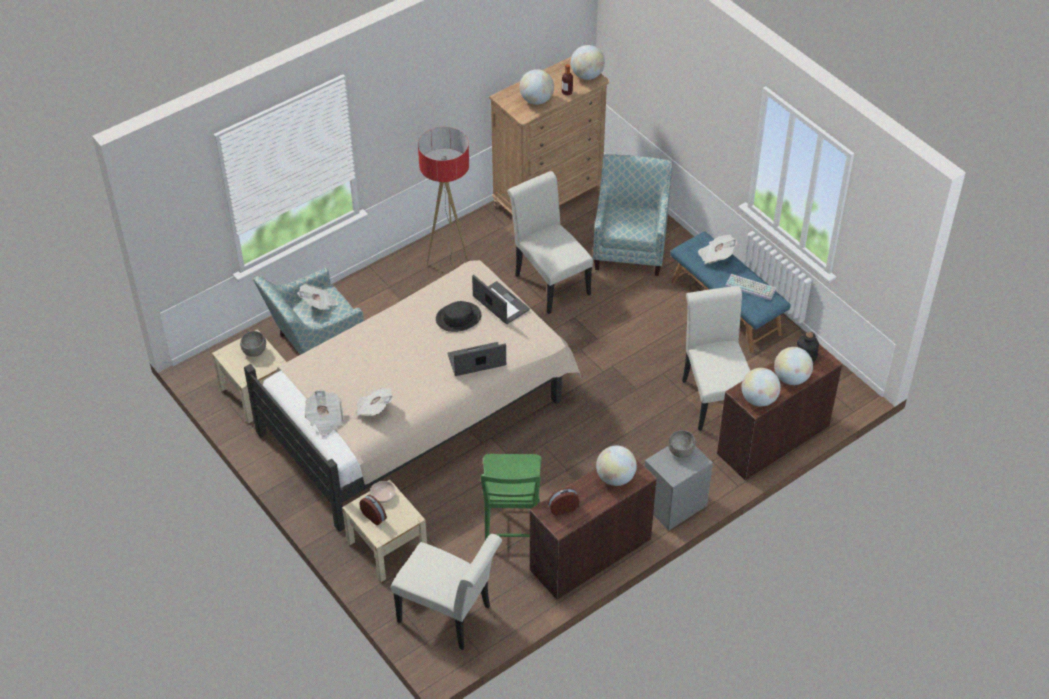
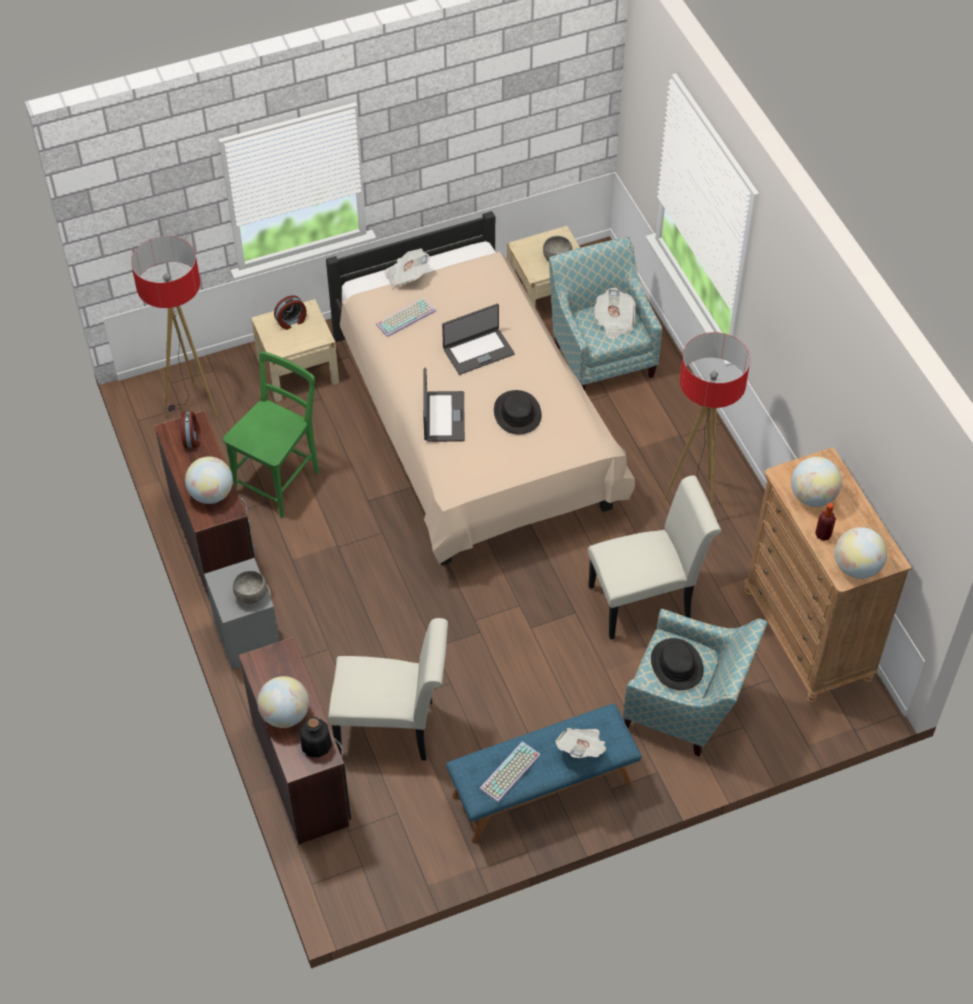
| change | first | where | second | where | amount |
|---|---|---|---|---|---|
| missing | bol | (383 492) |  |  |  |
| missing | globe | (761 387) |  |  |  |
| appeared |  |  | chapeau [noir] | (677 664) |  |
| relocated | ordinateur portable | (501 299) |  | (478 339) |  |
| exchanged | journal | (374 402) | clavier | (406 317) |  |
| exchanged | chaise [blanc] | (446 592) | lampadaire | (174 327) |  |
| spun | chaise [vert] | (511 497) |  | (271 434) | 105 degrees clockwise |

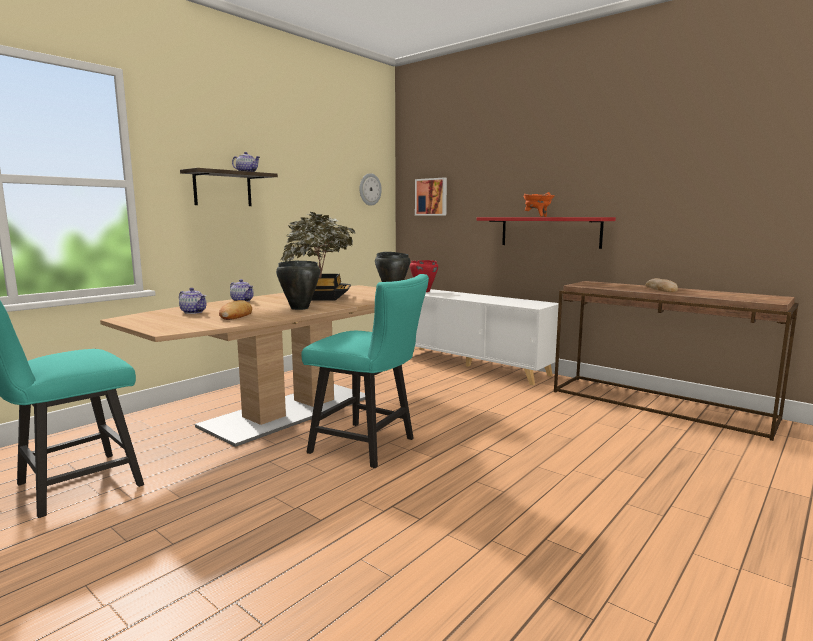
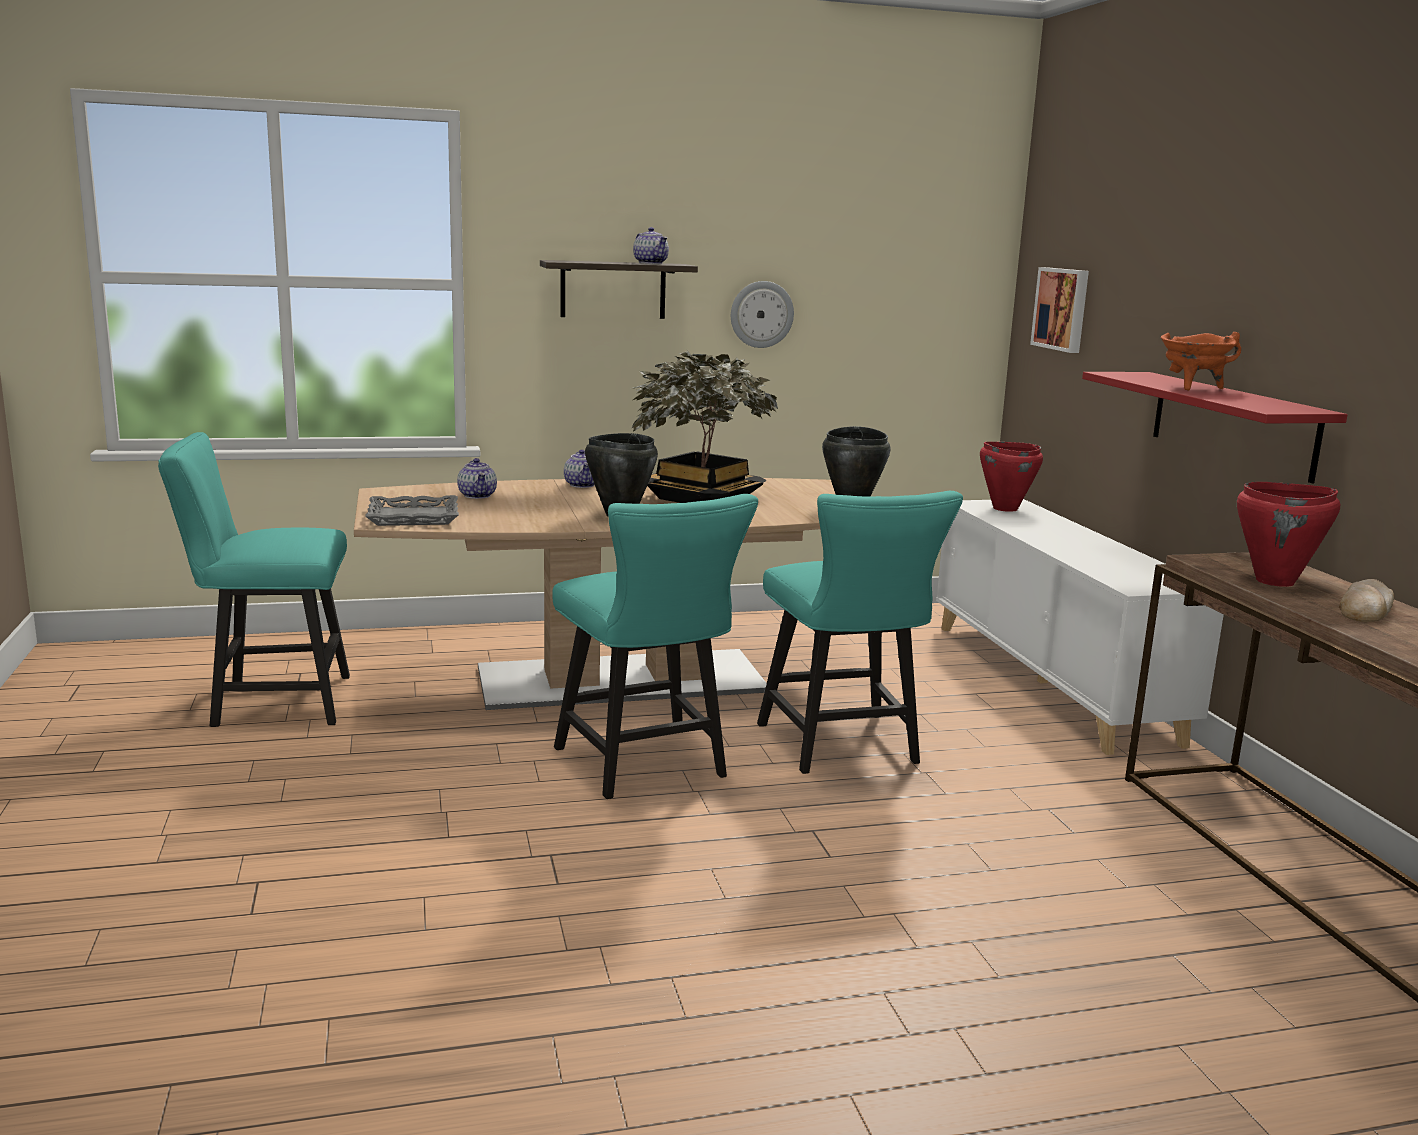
| change | first | where | second | where | amount |
|---|---|---|---|---|---|
| missing | pain | (235 310) |  |  |  |
| appeared |  |  | plateau [gris] | (412 510) |  |
| appeared |  |  | chaise [turquoise] | (860 632) |  |
| appeared |  |  | marmite [rouge] | (1288 534) |  |
| relocated | horloge murale | (371 189) |  | (762 314) |  |

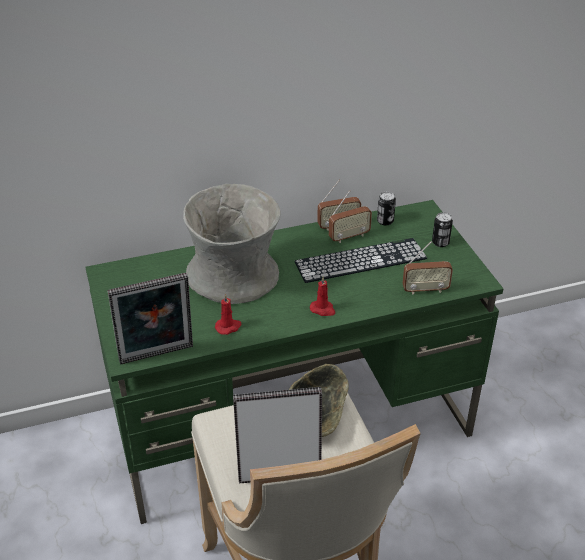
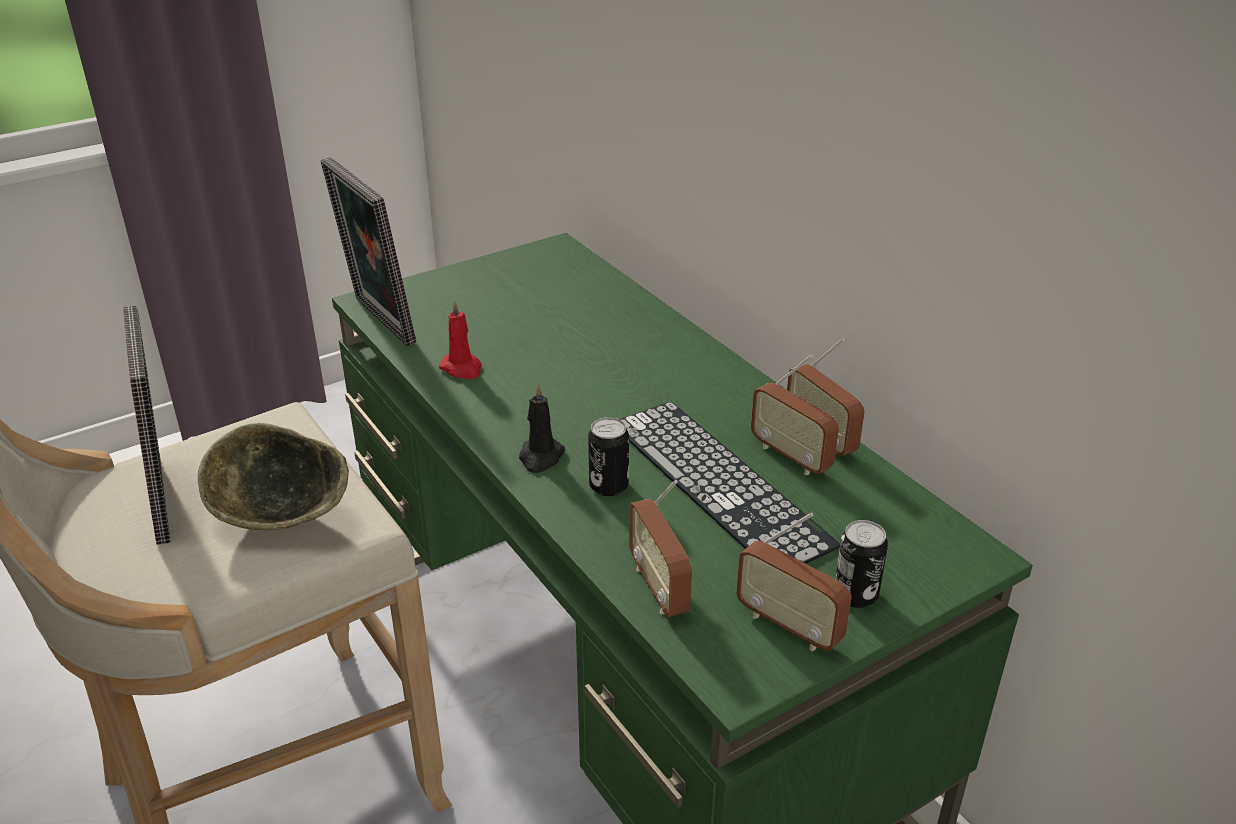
| change | first | where | second | where | amount |
|---|---|---|---|---|---|
| missing | vase [gris] | (231 244) |  |  |  |
| appeared |  |  | radio | (793 581) |  |
| relocated | boîte métallique | (386 209) |  | (608 456) |  |
| colour | bougie [rouge] | (323 296) | bougie [noir] | (542 428) |  |

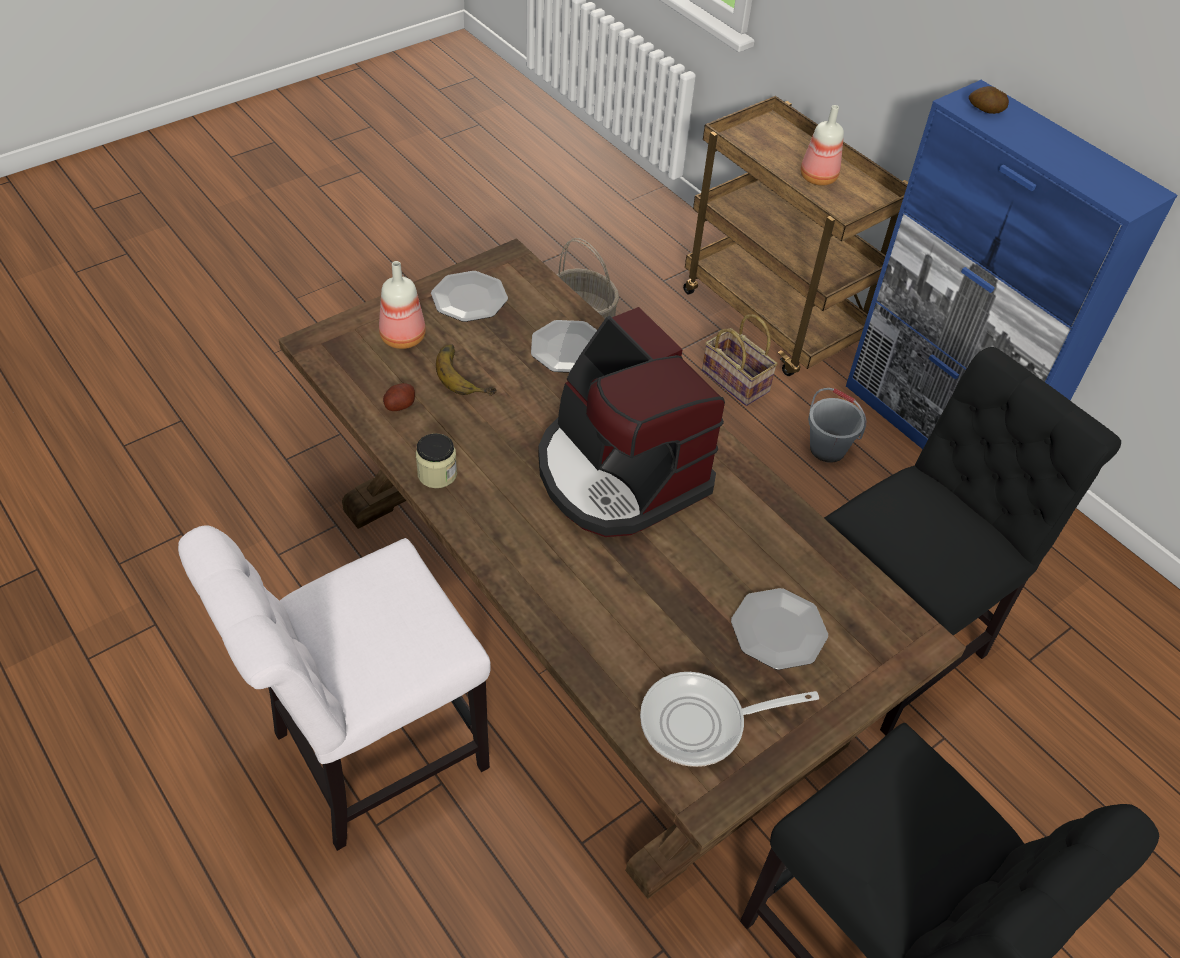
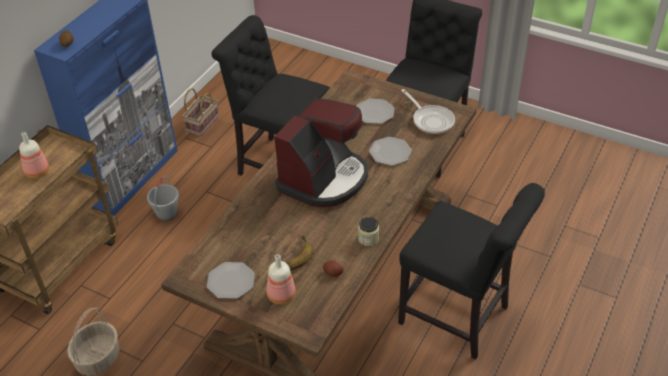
| change | first | where | second | where | amount |
|---|---|---|---|---|---|
| relocated | assiette | (564 346) |  | (390 151) |  |
| relocated | panier | (740 360) |  | (200 112) |  |
| colour | chaise [blanc] | (334 688) | chaise [noir] | (471 271) |  |

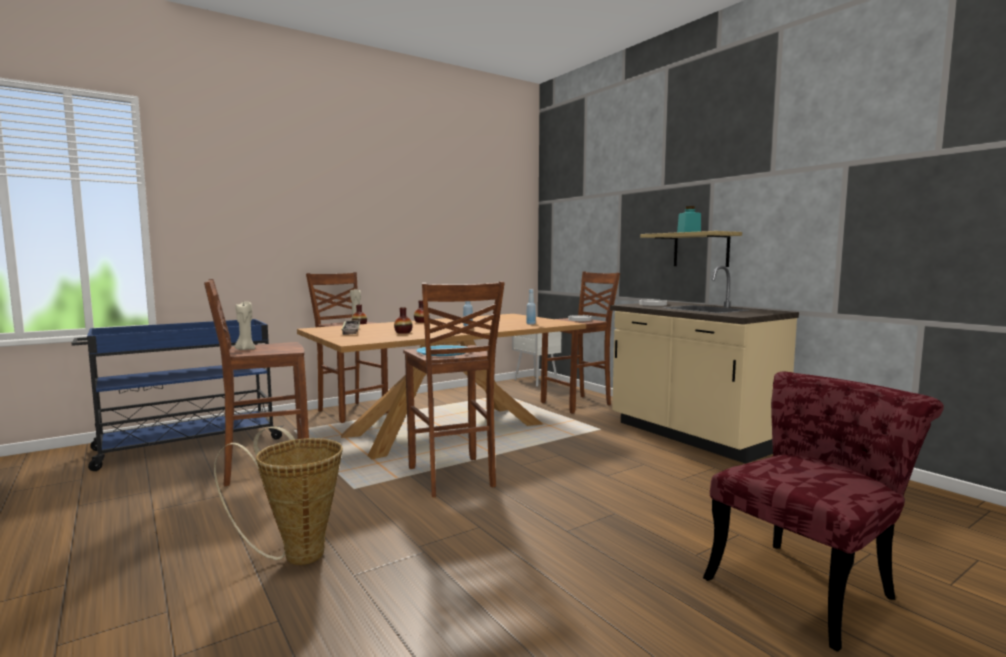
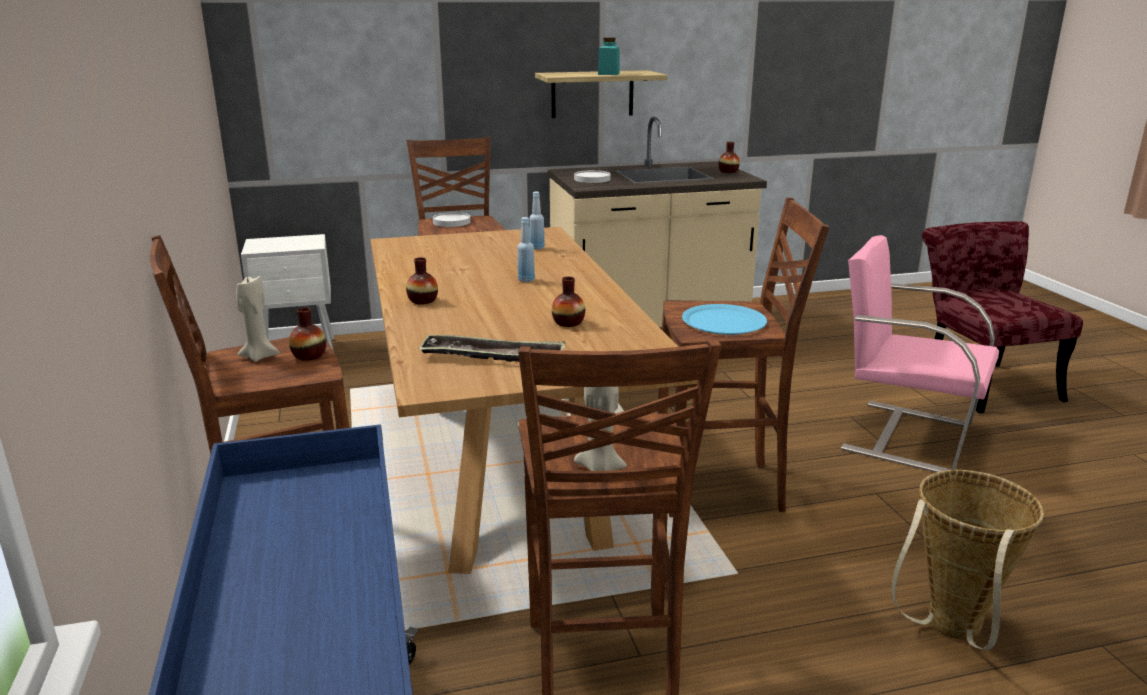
| change | first | where | second | where | amount |
|---|---|---|---|---|---|
| appeared |  |  | vase | (729 157) |  |
| appeared |  |  | chaise [rose] | (920 354) |  |

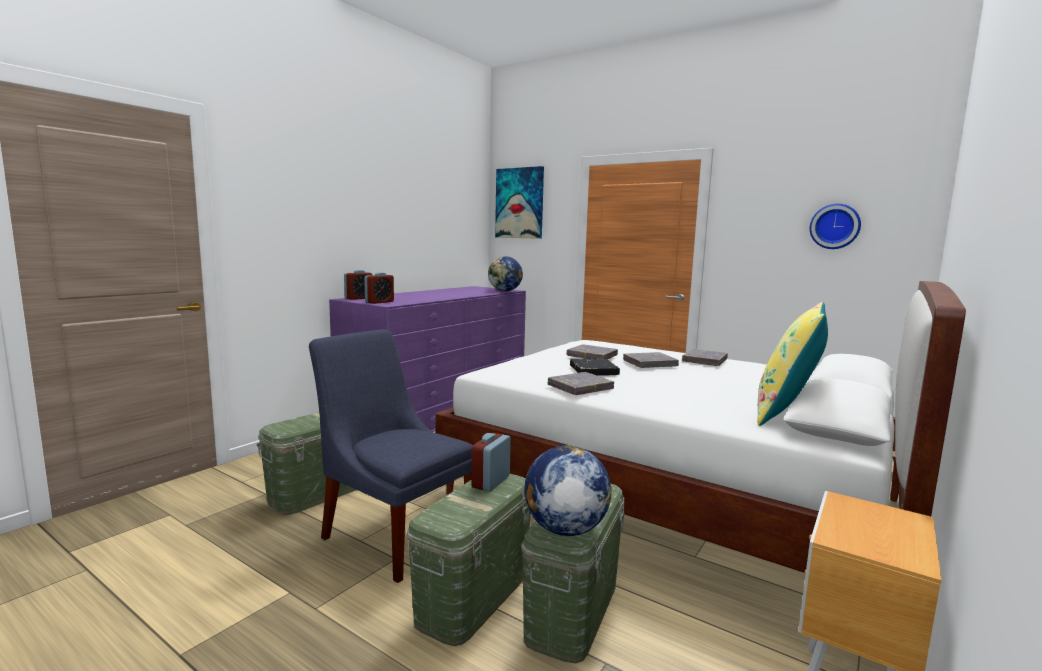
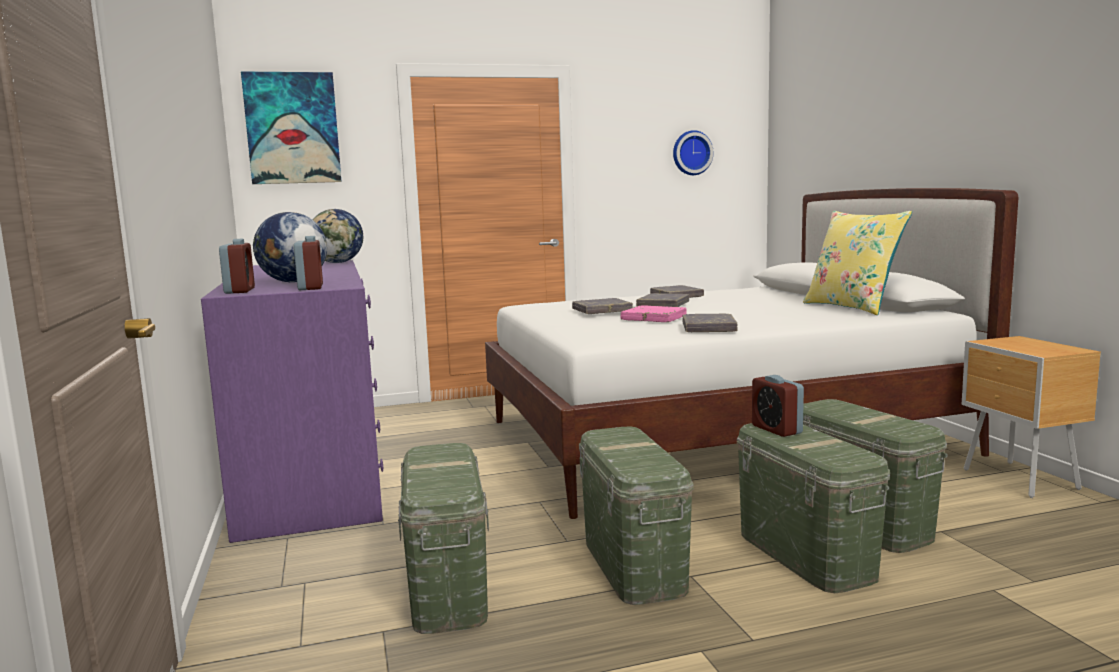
| change | first | where | second | where | amount |
|---|---|---|---|---|---|
| relocated | globe | (568 491) |  | (290 247) |  |
| exchanged | chaise [bleu] | (391 456) | boîte de rangement [vert] | (636 515) |  |
| colour | livre [noir] | (595 366) | livre [rose] | (654 313) |  |

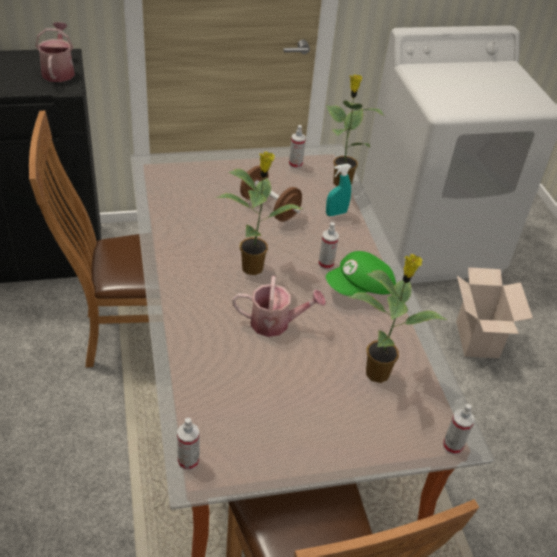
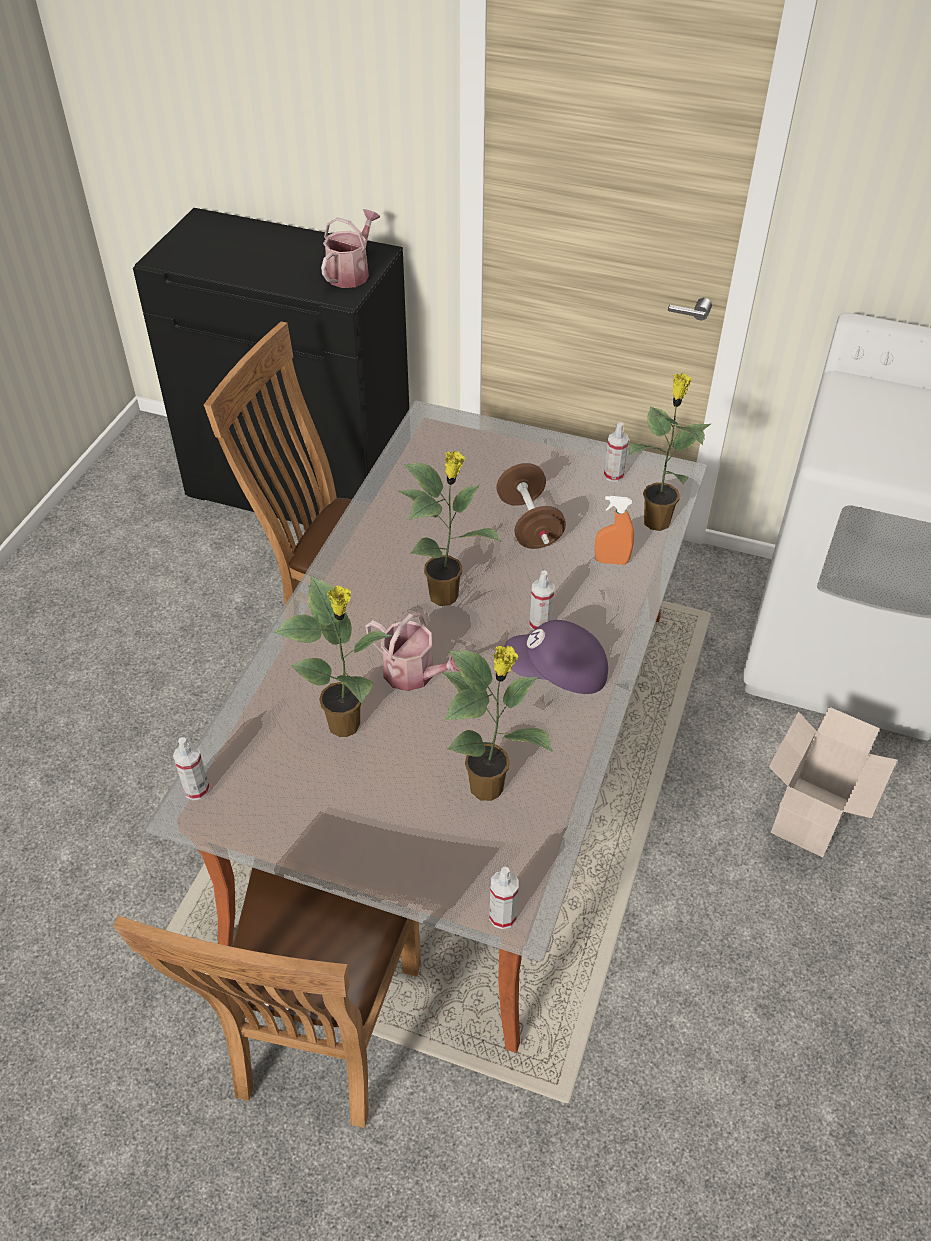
| change | first | where | second | where | amount |
|---|---|---|---|---|---|
| appeared |  |  | plante en pot | (333 656) |  |
| colour | vaporisateur [turquoise] | (339 190) | vaporisateur [orange] | (614 530) |  |
| colour | casquette [vert] | (361 273) | casquette [violet] | (556 657) |  |

